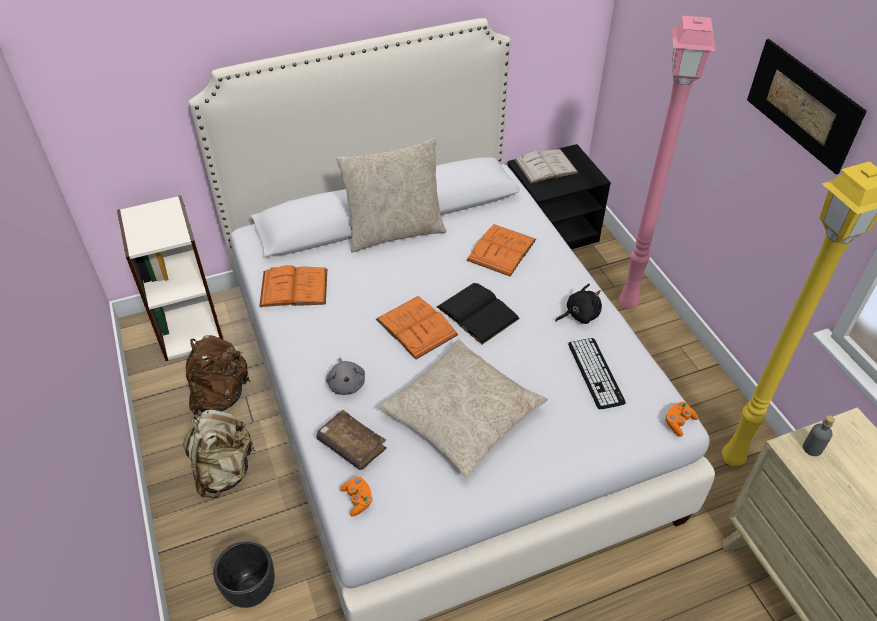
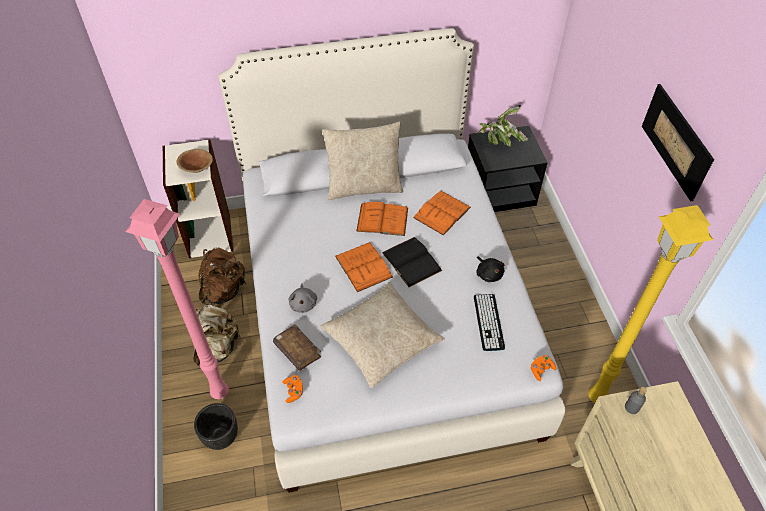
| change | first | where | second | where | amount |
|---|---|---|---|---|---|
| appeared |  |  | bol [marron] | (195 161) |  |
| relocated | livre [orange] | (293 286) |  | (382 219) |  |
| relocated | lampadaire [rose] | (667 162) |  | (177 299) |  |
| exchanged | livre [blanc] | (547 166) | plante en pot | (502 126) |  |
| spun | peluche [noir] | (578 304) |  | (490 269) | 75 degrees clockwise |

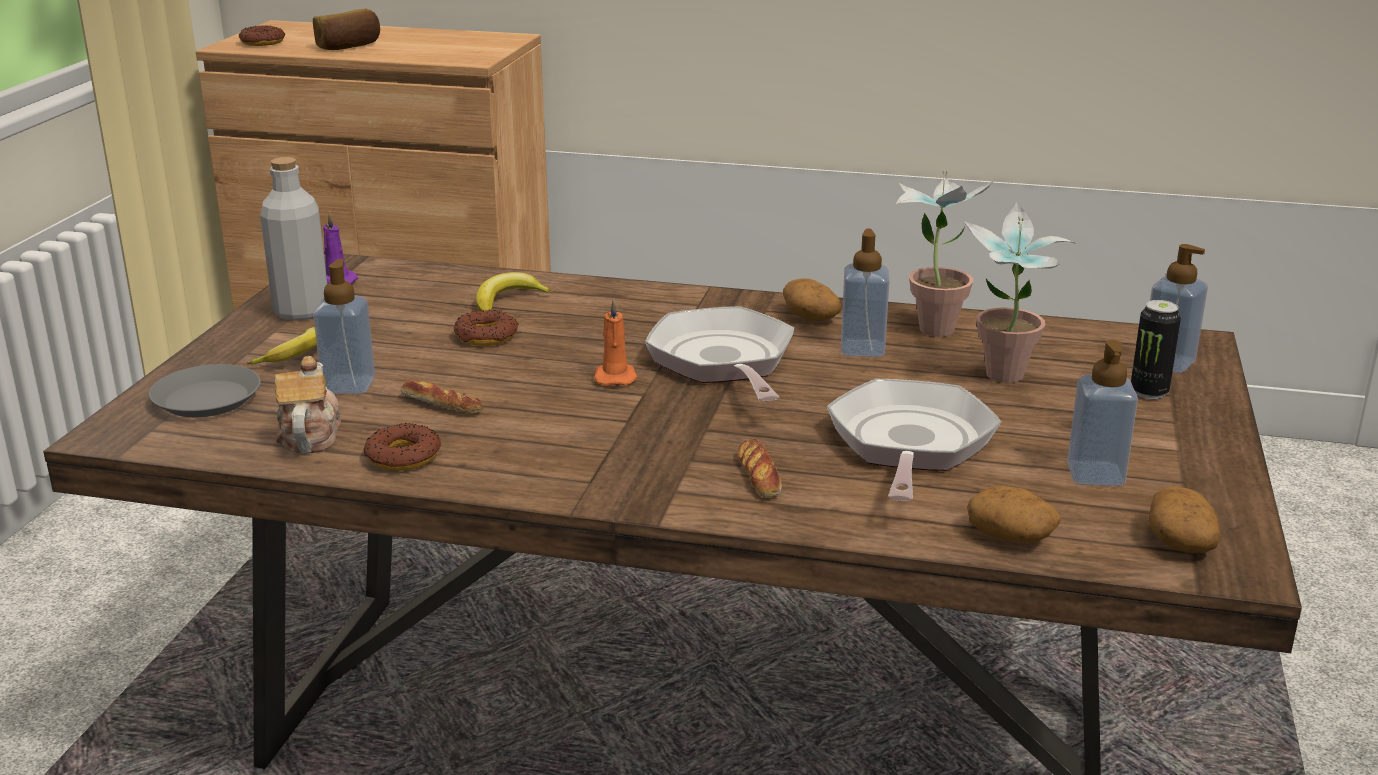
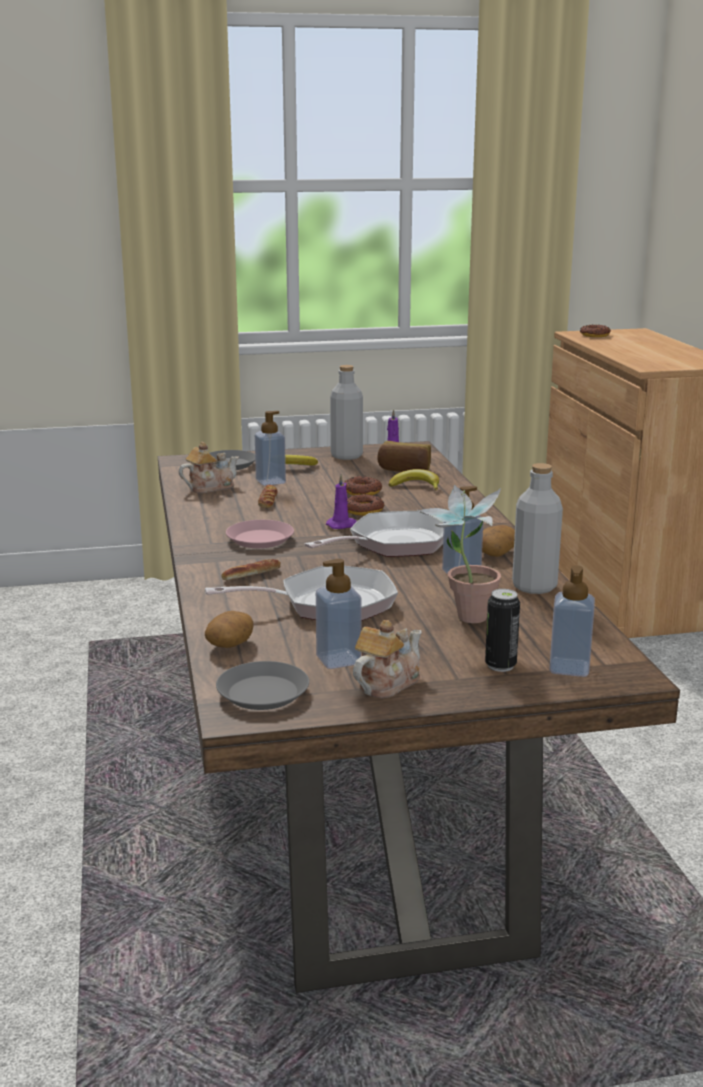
| change | first | where | second | where | amount |
|---|---|---|---|---|---|
| appeared |  |  | assiette [rose] | (260 534) |  |
| appeared |  |  | théière | (387 659) |  |
| relocated | pain | (346 29) |  | (404 456) |  |
| relocated | beignet | (402 447) |  | (365 505) |  |
| exchanged | plante en pot | (945 253) | bouteille [gris] | (537 528) |  |
| exchanged | pomme de terre | (1184 520) | assiette [gris] | (262 685) |  |
| colour | bougie [orange] | (616 342) | bougie [violet] | (341 501) |  |

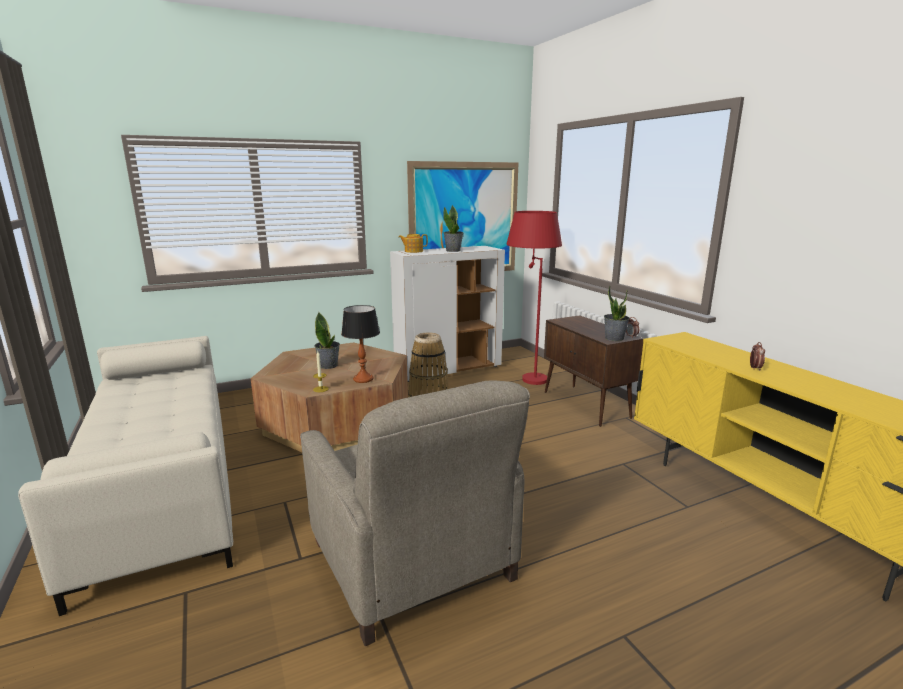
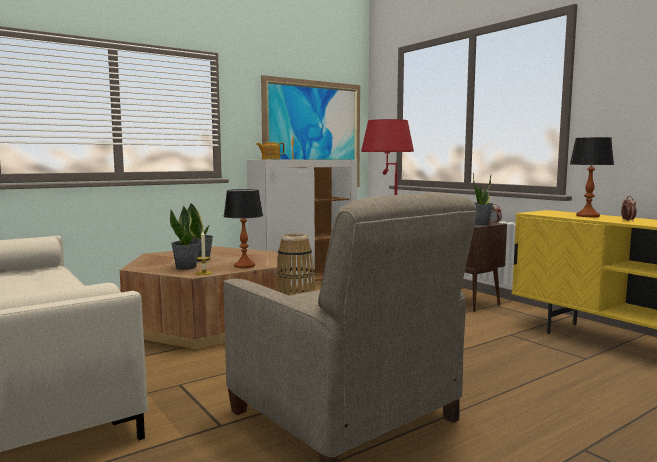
| change | first | where | second | where | amount |
|---|---|---|---|---|---|
| appeared |  |  | lampe de table | (592 177) |  |
| relocated | plante en pot | (453 228) |  | (185 238) |  |

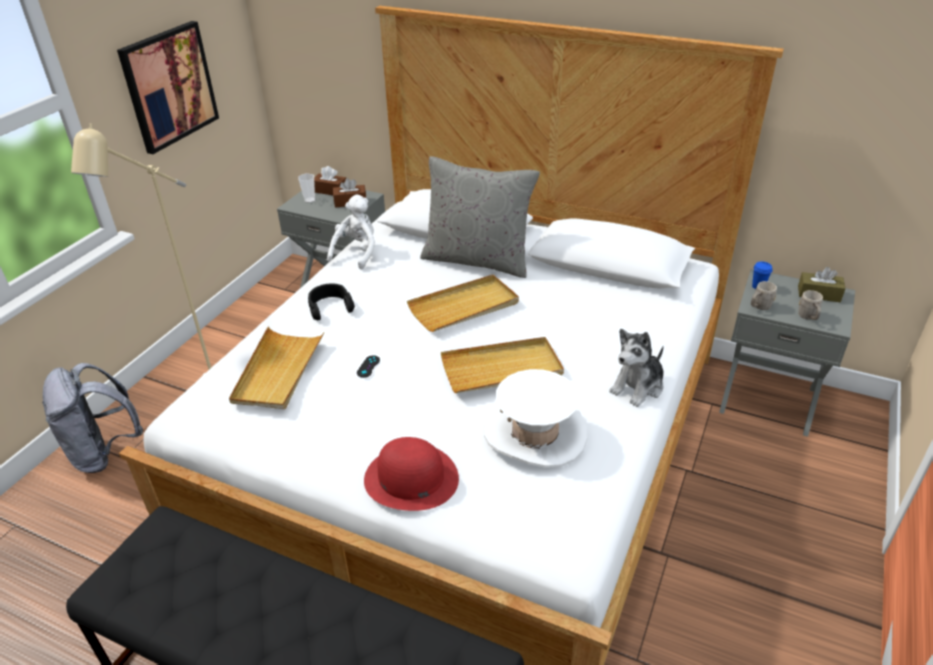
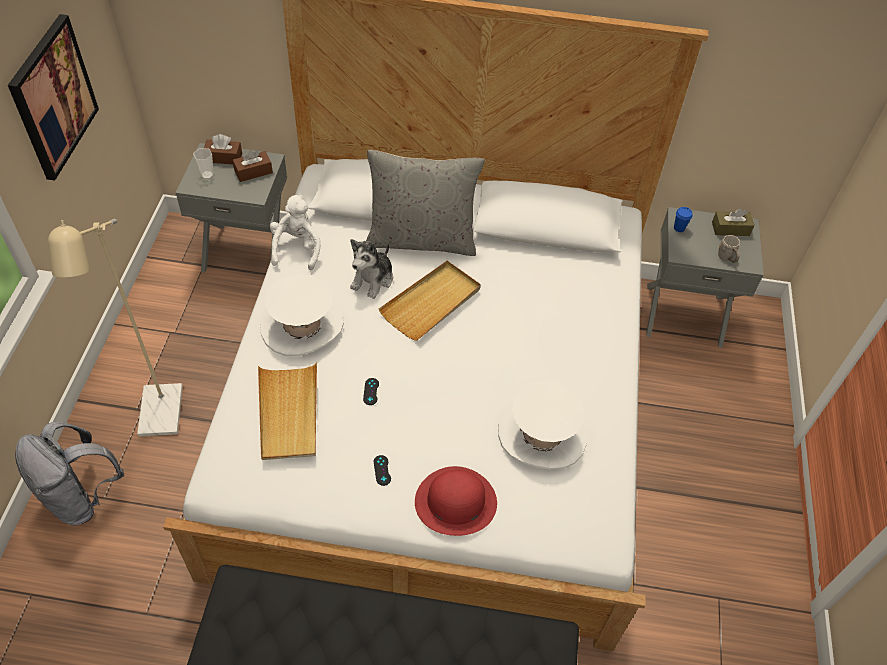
| change | first | where | second | where | amount |
|---|---|---|---|---|---|
| missing | plateau [beige] | (502 365) |  |  |  |
| missing | mug [gris] | (764 295) |  |  |  |
| appeared |  |  | manette [noir] | (382 470) |  |
| relocated | peluche | (636 368) |  | (371 269) |  |
| exchanged | casque audio [noir] | (331 301) | chapeau [blanc] | (302 315) |  |

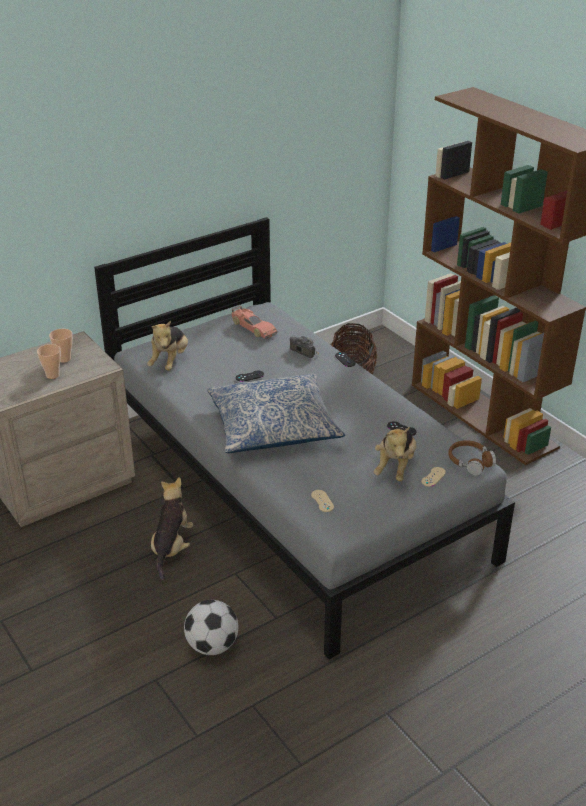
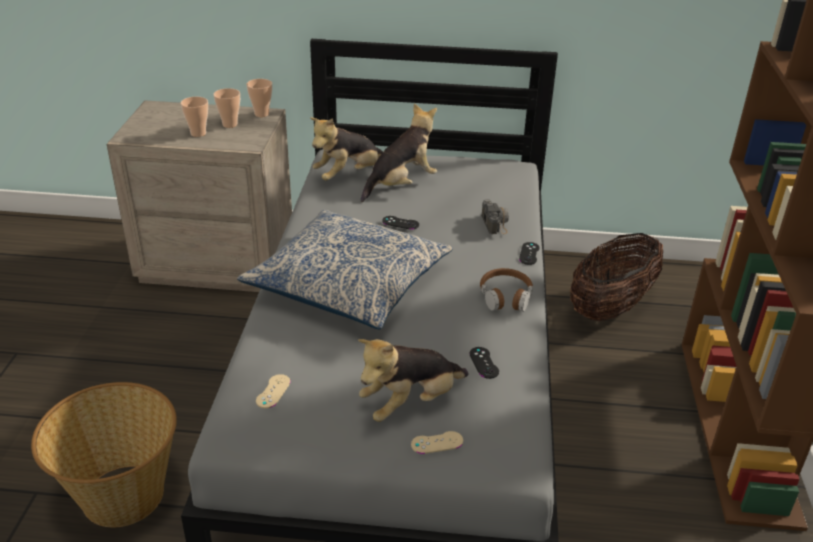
| change | first | where | second | where | amount |
|---|---|---|---|---|---|
| missing | petite voiture | (254 322) |  |  |  |
| appeared |  |  | tasse | (259 98) |  |
| relocated | peluche | (172 528) |  | (399 152) |  |
| relocated | casque audio [marron] | (472 457) |  | (506 289) |  |
| exchanged | ballon de foot | (211 627) | panier | (104 454) |  |

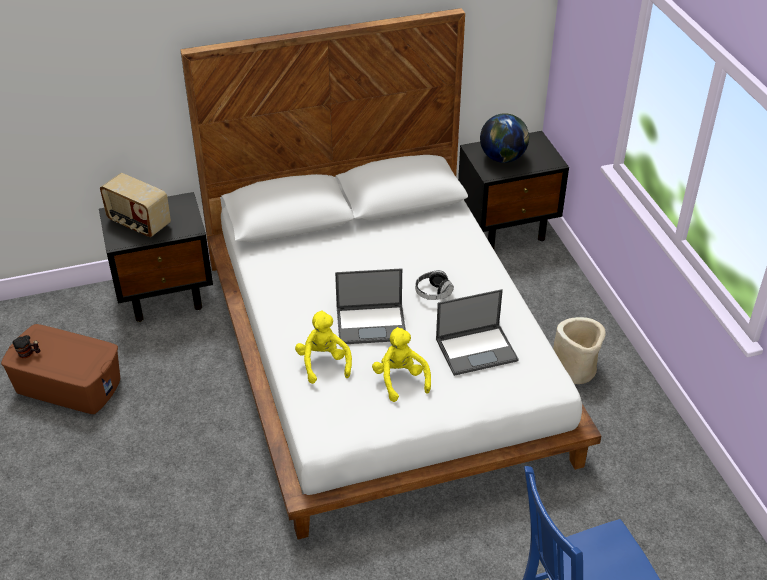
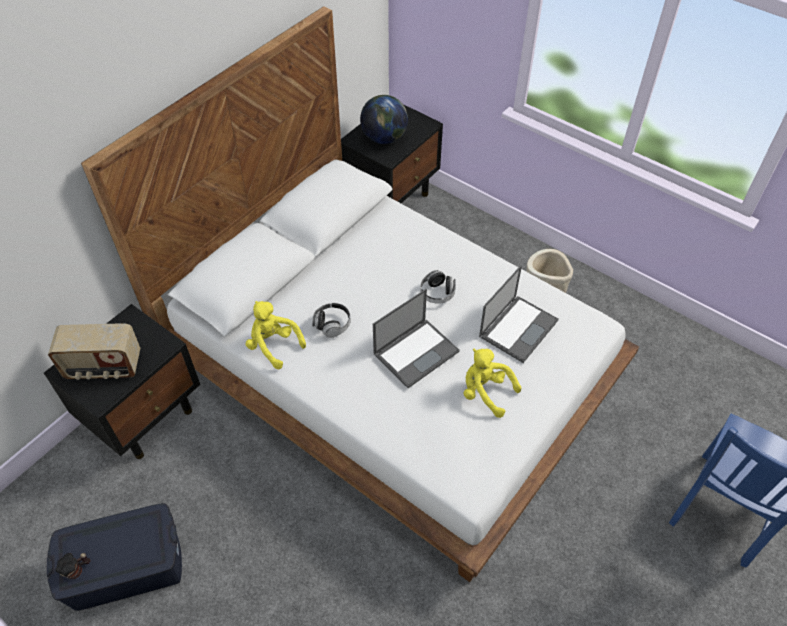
| change | first | where | second | where | amount |
|---|---|---|---|---|---|
| appeared |  |  | casque audio | (331 320) |  |
| relocated | peluche [jaune] | (323 347) |  | (275 335) |  |
| colour | boîte de rangement [marron] | (60 369) | boîte de rangement [bleu] | (114 557) |  |

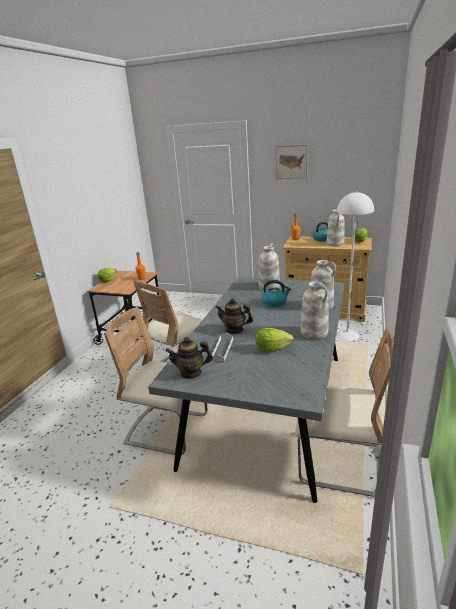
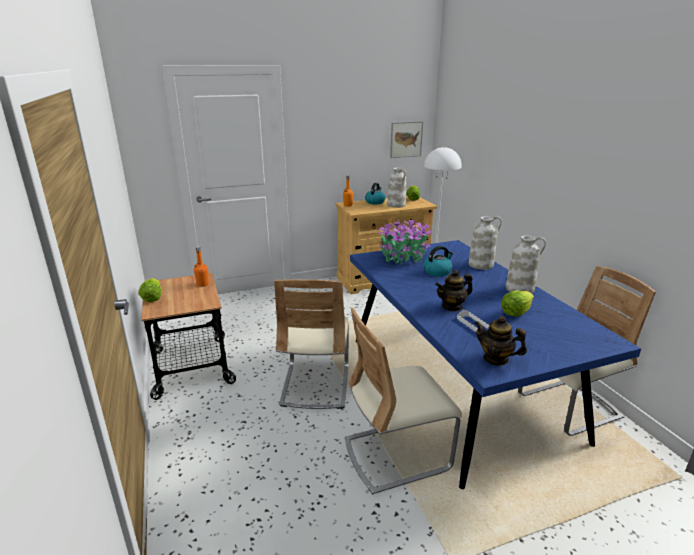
| change | first | where | second | where | amount |
|---|---|---|---|---|---|
| relocated | tableau | (292 161) |  | (406 139) |  |
| exchanged | vase [blanc] | (269 266) | plante en pot | (405 240) |  |
| colour | table à manger [gris] | (246 390) | table à manger [bleu] | (495 364) |  |
| spun | théière | (189 358) |  | (500 341) | 75 degrees clockwise |

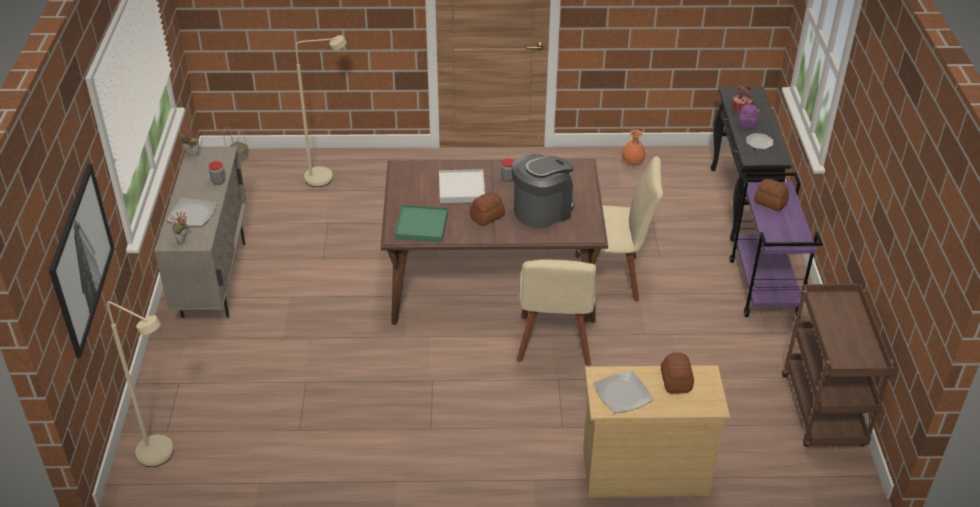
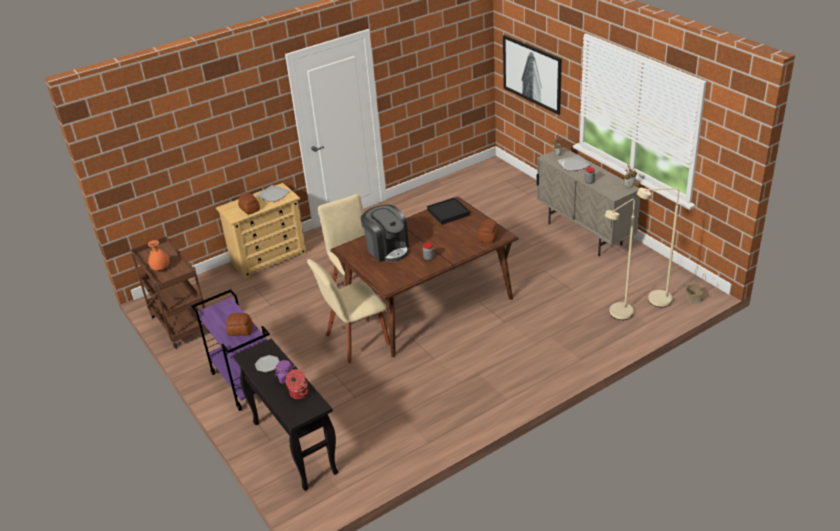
| change | first | where | second | where | amount |
|---|---|---|---|---|---|
| missing | plateau [blanc] | (462 186) |  |  |  |
| relocated | lampadaire [beige] | (140 384) |  | (658 247) |  |
| relocated | pain | (487 209) |  | (488 231) |  |
| relocated | vase [orange] | (633 147) |  | (159 255) |  |
| colour | plateau [vert] | (421 224) | plateau [noir] | (448 211) |  |
| spun | machine à café | (543 191) |  | (385 233) | 60 degrees counterclockwise |

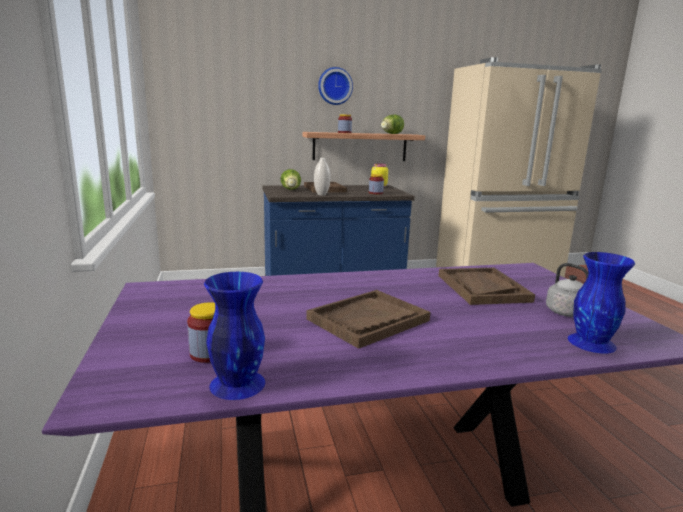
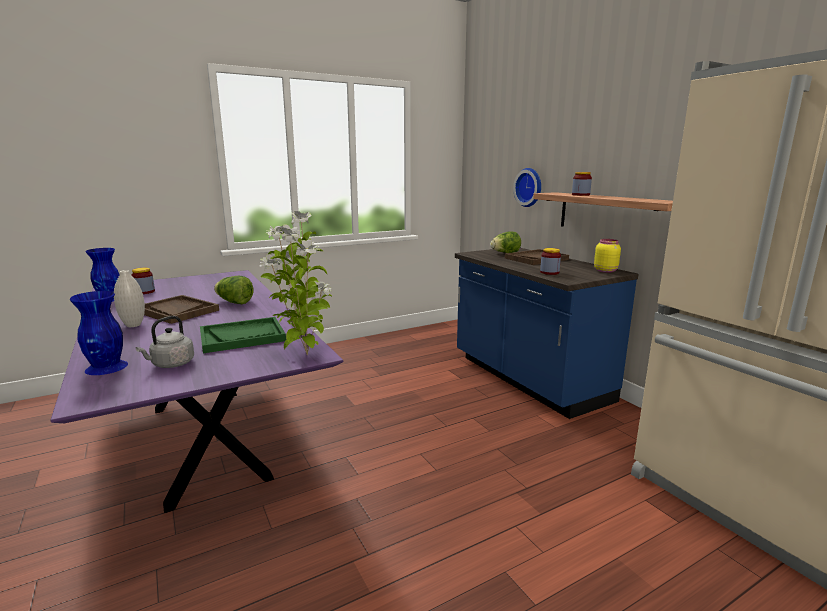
| change | first | where | second | where | amount |
|---|---|---|---|---|---|
| appeared |  |  | plante en pot | (295 283) |  |
| relocated | vase [blanc] | (322 177) |  | (129 298) |  |
| relocated | horloge murale | (335 86) |  | (527 187) |  |
| relocated | laitue | (392 124) |  | (233 290) |  |
| colour | plateau [marron] | (487 286) | plateau [vert] | (243 335) |  |

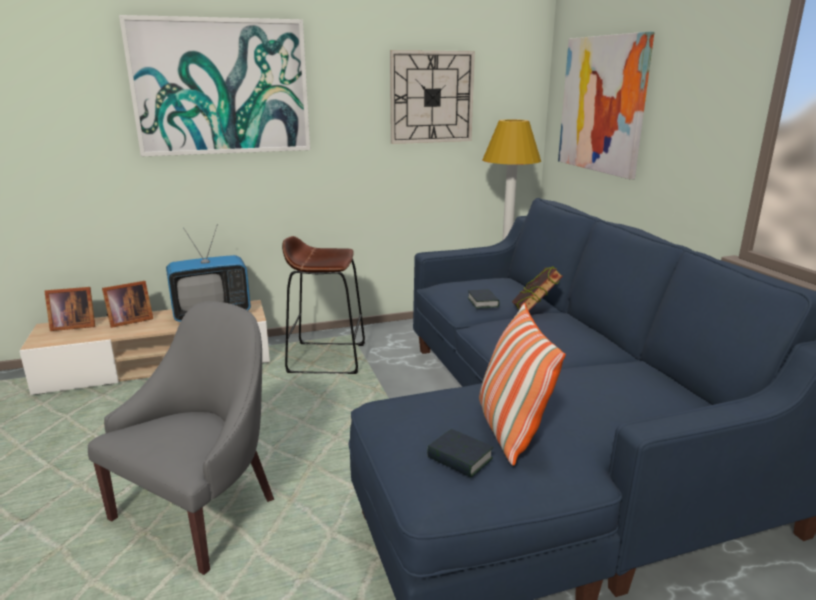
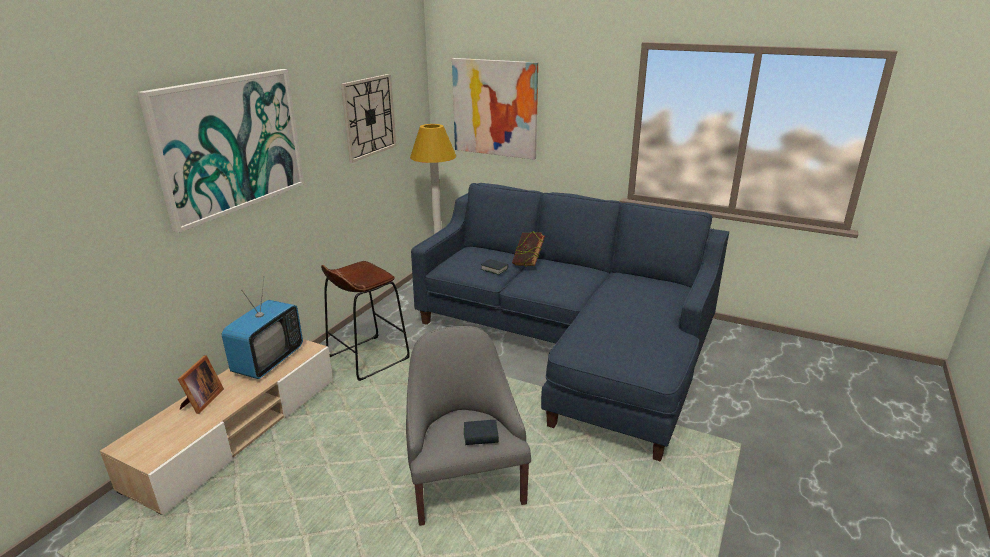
| change | first | where | second | where | amount |
|---|---|---|---|---|---|
| missing | cadre photo | (69 309) |  |  |  |
| missing | coussin | (522 384) |  |  |  |
| relocated | livre | (460 453) |  | (481 432) |  |

